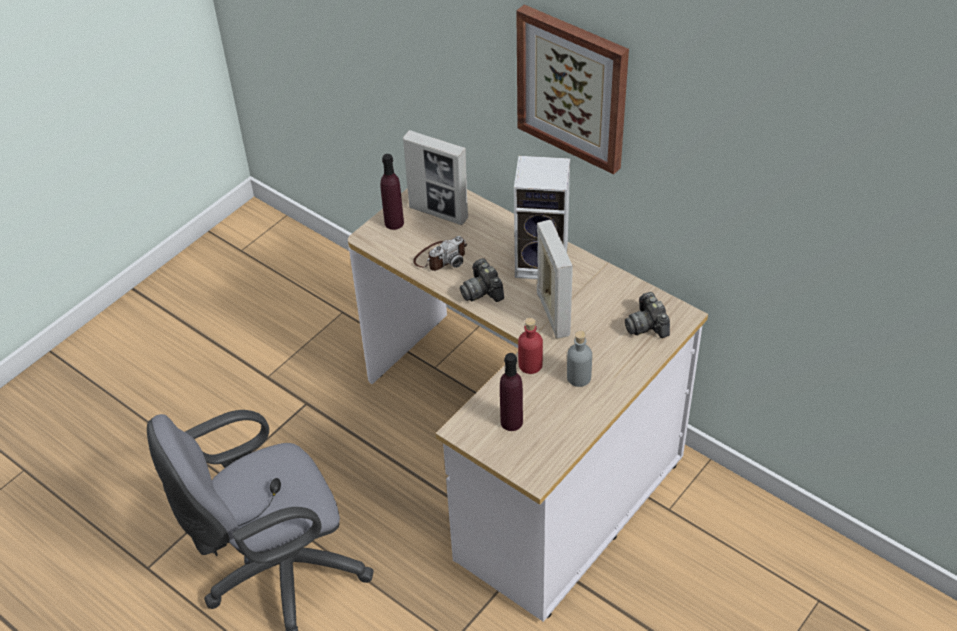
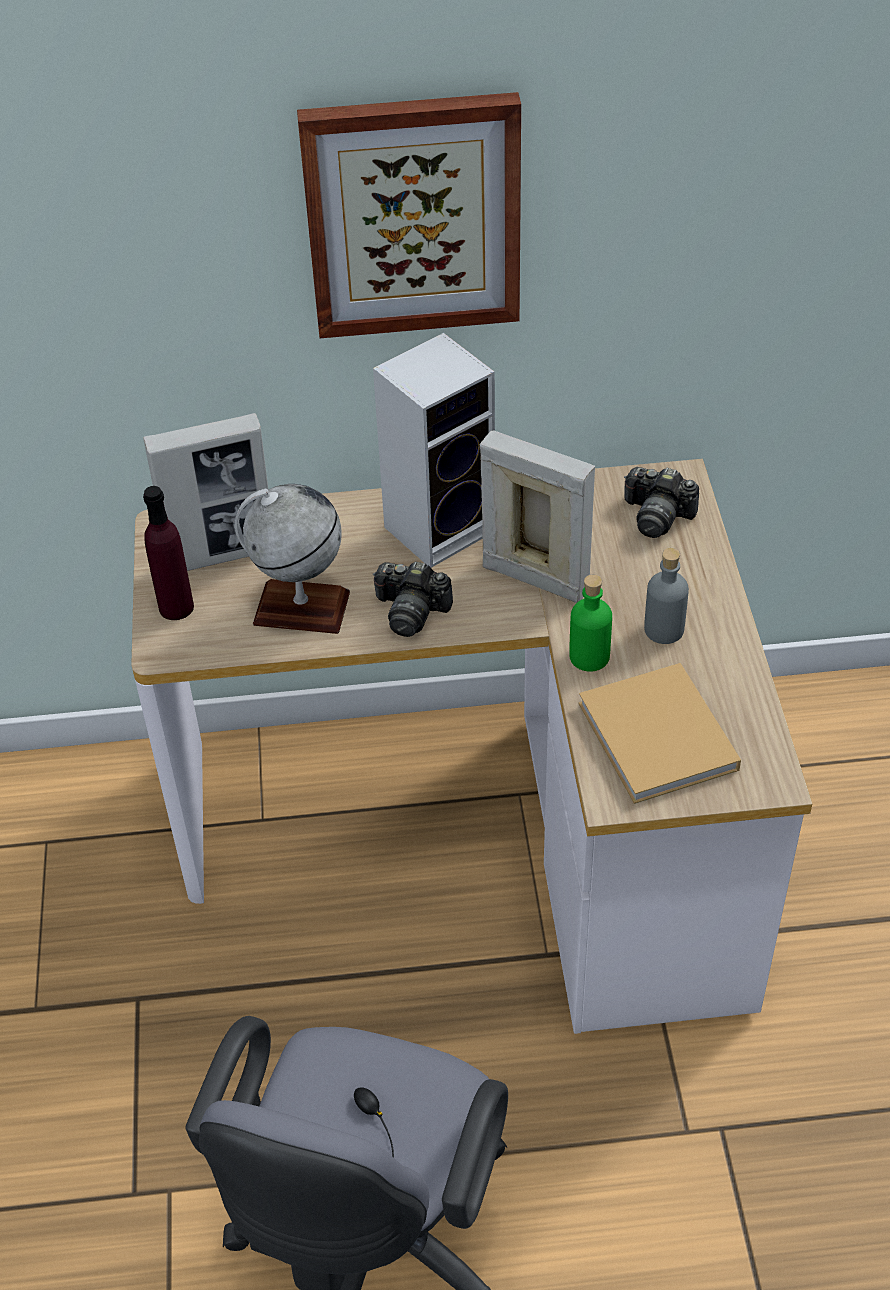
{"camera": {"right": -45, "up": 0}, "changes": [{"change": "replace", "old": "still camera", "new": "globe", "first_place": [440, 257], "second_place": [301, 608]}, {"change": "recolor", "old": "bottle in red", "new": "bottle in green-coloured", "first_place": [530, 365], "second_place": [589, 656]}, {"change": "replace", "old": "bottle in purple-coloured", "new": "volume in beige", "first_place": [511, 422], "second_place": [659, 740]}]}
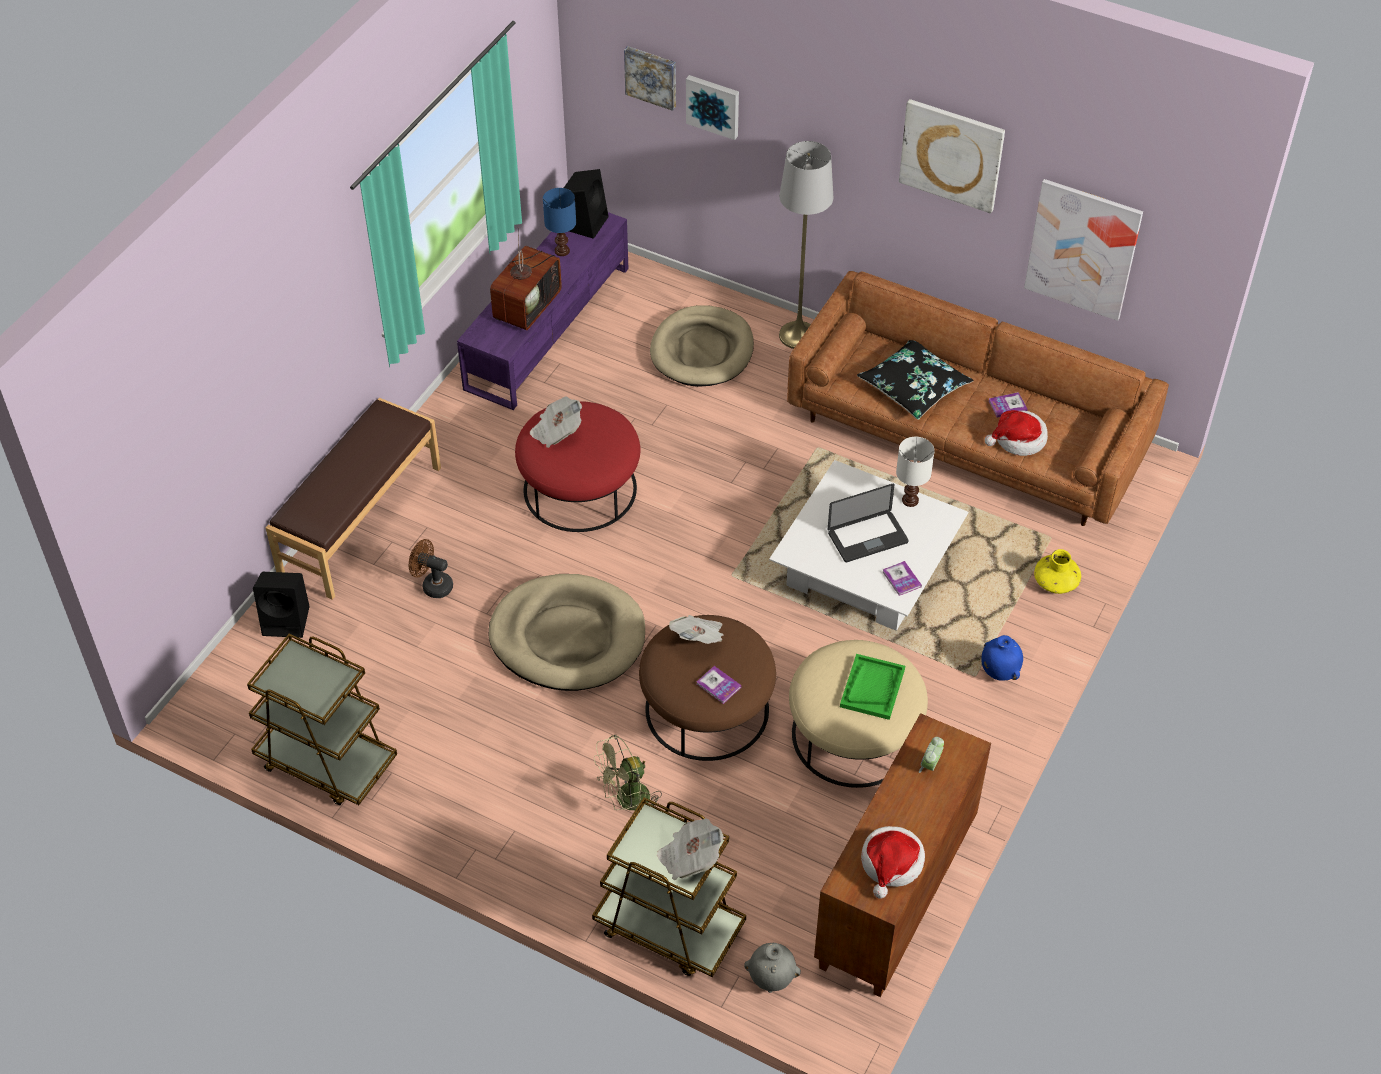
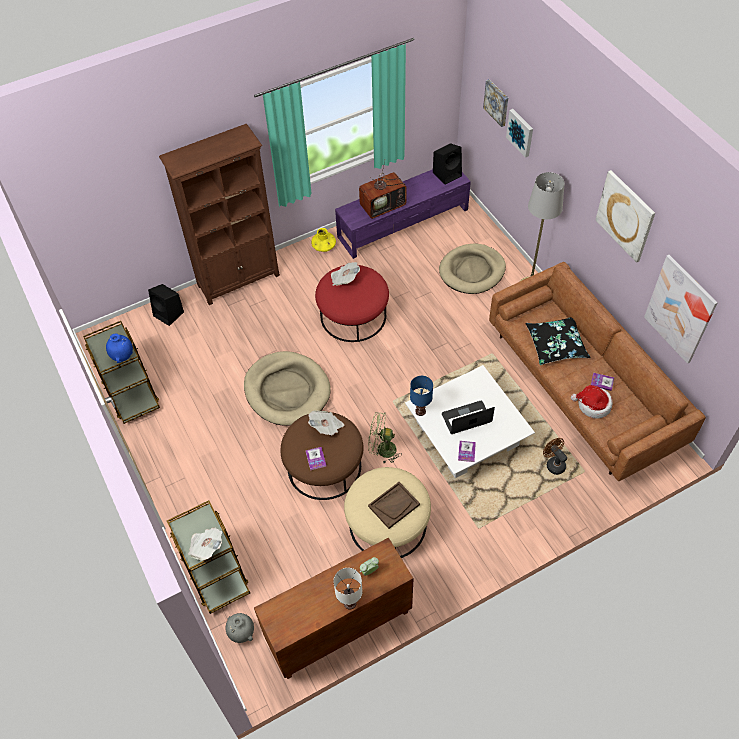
{"camera": {"right": 35, "up": 5}, "changes": [{"change": "move", "old": "flower vase in blue-coloured", "first_place": [999, 672], "second_place": [122, 356]}, {"change": "replace", "old": "long seat in brownish", "new": "bookshelf in brownish", "first_place": [359, 520], "second_place": [239, 280]}, {"change": "move", "old": "flower vase in yellowish", "first_place": [1056, 582], "second_place": [324, 246]}, {"change": "move", "old": "lamp for a table in white-coloured", "first_place": [909, 500], "second_place": [349, 602]}, {"change": "move", "old": "electric fan in green-coloured", "first_place": [626, 801], "second_place": [382, 450]}, {"change": "recolor", "old": "carrying tray in green-coloured", "new": "carrying tray in brownish", "first_place": [872, 688], "second_place": [394, 505]}, {"change": "move", "old": "lamp for a table in blue-coloured", "first_place": [561, 251], "second_place": [420, 411]}, {"change": "rotate", "old": "notebook computer", "first_place": [867, 538], "second_place": [466, 418], "degrees": 150}, {"change": "move", "old": "electric fan in brownish", "first_place": [433, 585], "second_place": [553, 464]}, {"change": "delete", "old": "wearable hat", "first_place": [891, 864]}]}
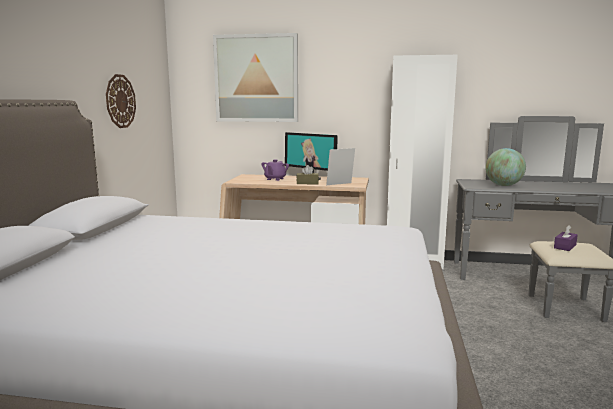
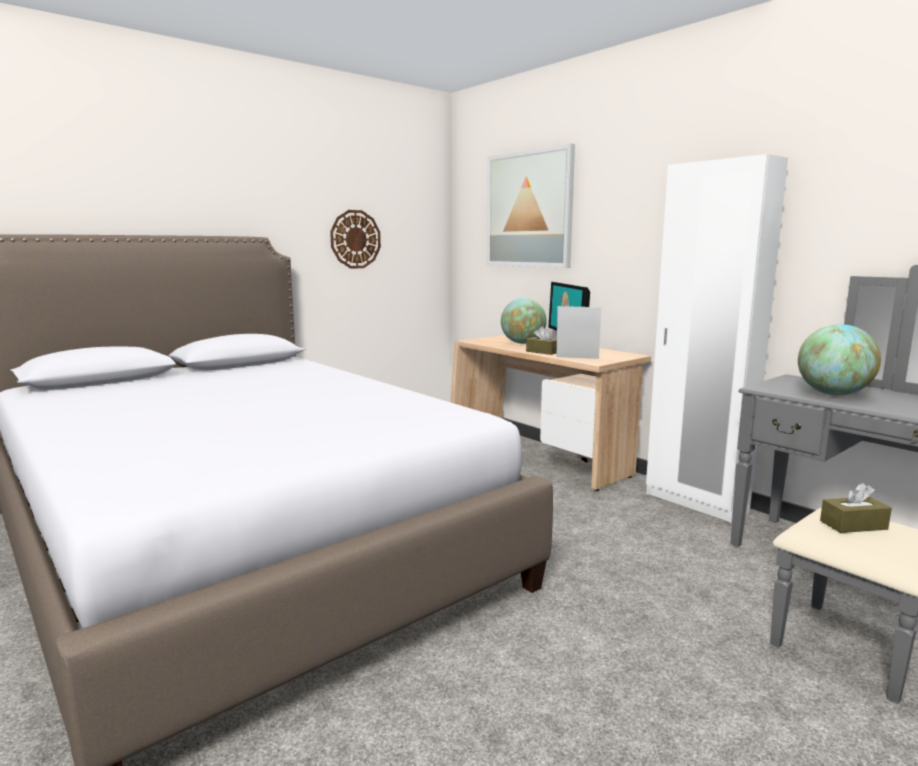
{"camera": {"right": 40, "up": 0}, "changes": [{"change": "replace", "old": "pot for tea in purple-coloured", "new": "globe", "first_place": [275, 179], "second_place": [523, 343]}, {"change": "recolor", "old": "tissue holder in purple-coloured", "new": "tissue holder in brownish", "first_place": [565, 246], "second_place": [853, 525]}]}
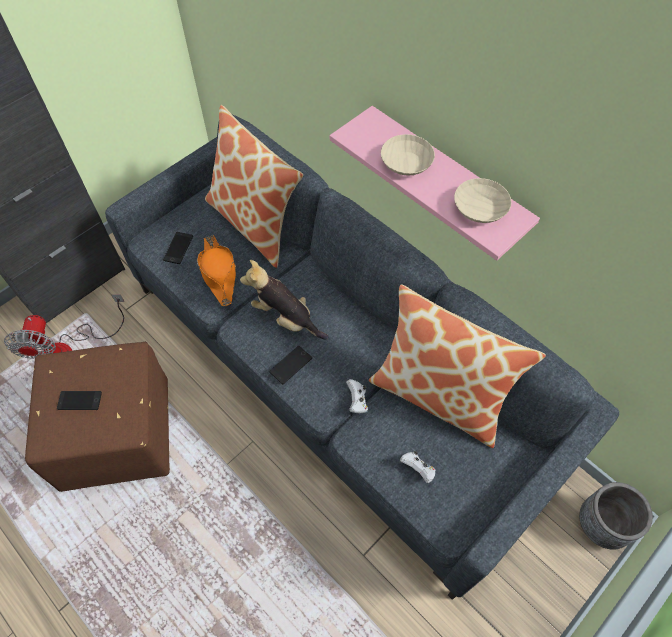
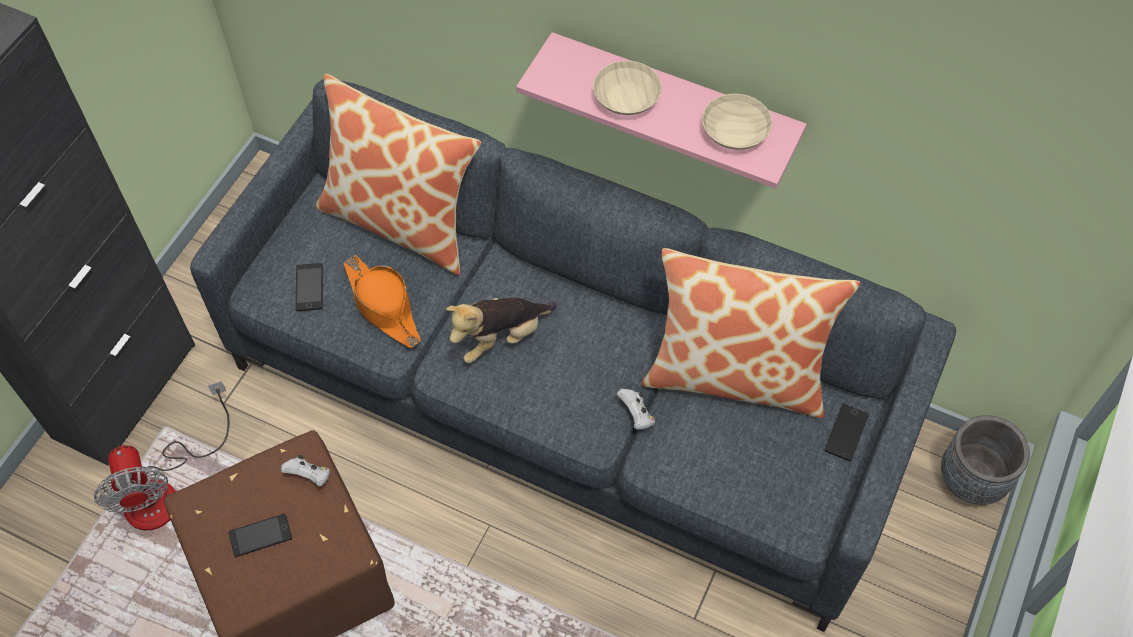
{"camera": {"right": -20, "up": 0}, "changes": [{"change": "move", "old": "game controller in white-coloured", "first_place": [418, 469], "second_place": [309, 476]}, {"change": "rotate", "old": "cuddly toy", "first_place": [285, 318], "second_place": [500, 337], "degrees": -45}, {"change": "move", "old": "telephone", "first_place": [291, 365], "second_place": [846, 432]}]}
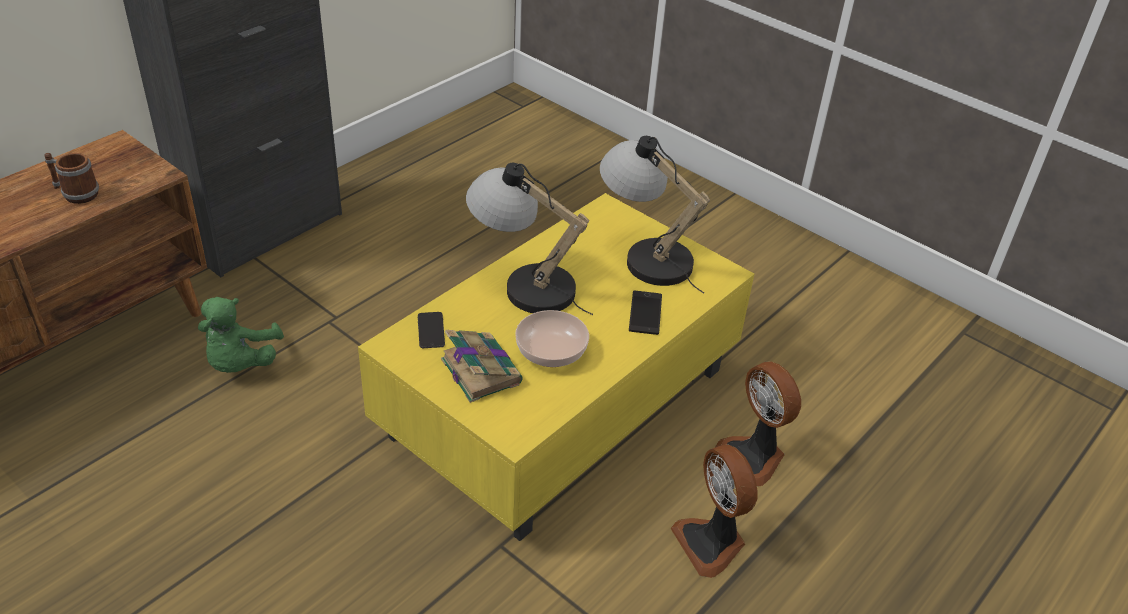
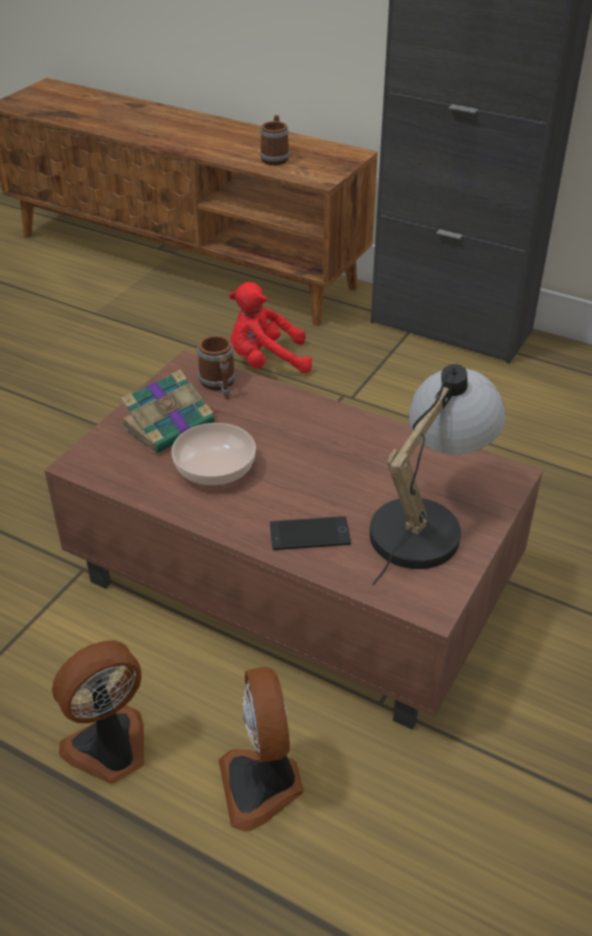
{"camera": {"right": 80, "up": 0}, "changes": [{"change": "recolor", "old": "coffee table in yellowish", "new": "coffee table in brownish", "first_place": [557, 403], "second_place": [291, 578]}, {"change": "replace", "old": "telephone", "new": "coffee mug", "first_place": [431, 331], "second_place": [219, 385]}, {"change": "rotate", "old": "electric fan", "first_place": [754, 456], "second_place": [262, 785], "degrees": -60}, {"change": "recolor", "old": "cuddly toy in green-coloured", "new": "cuddly toy in red", "first_place": [240, 363], "second_place": [266, 362]}, {"change": "delete", "old": "lamp for a table", "first_place": [524, 284]}]}
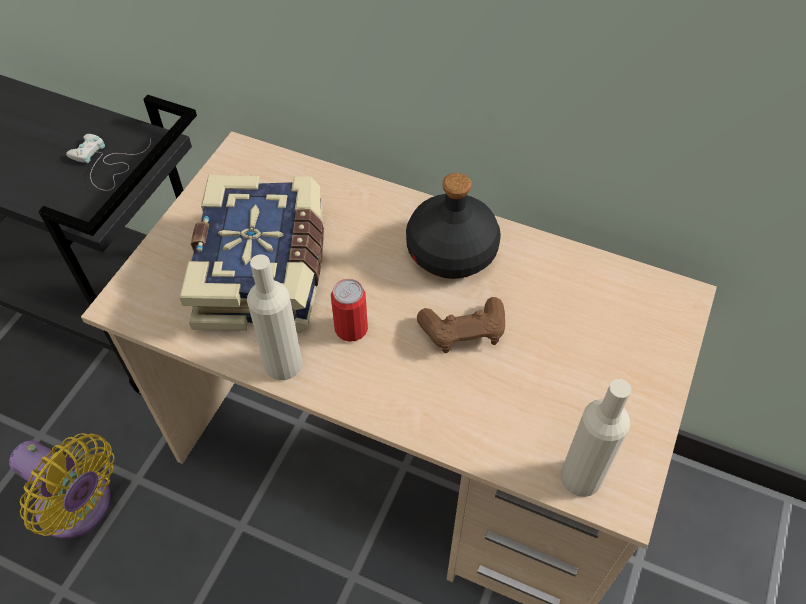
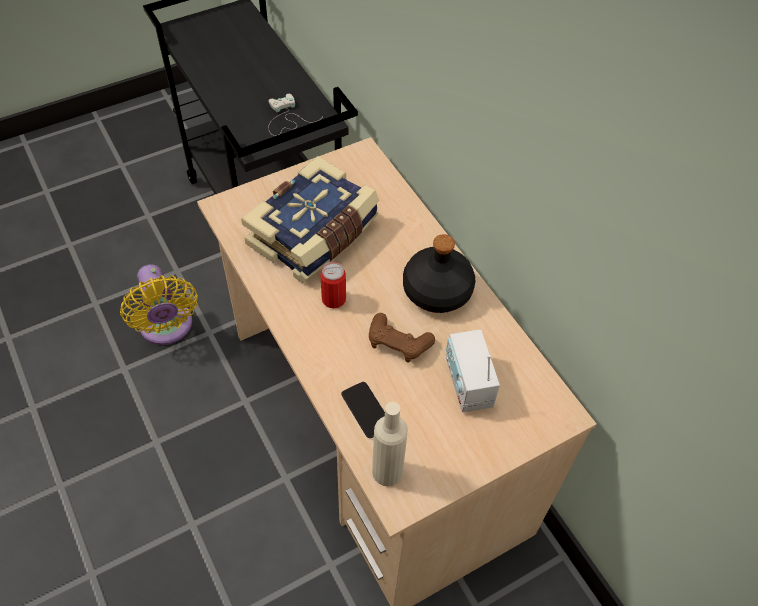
{"camera": {"right": 35, "up": 0}, "changes": [{"change": "insert", "new": "telephone", "second_place": [366, 410]}, {"change": "insert", "new": "radio", "second_place": [467, 383]}, {"change": "delete", "old": "bottle in beige", "first_place": [283, 364]}]}
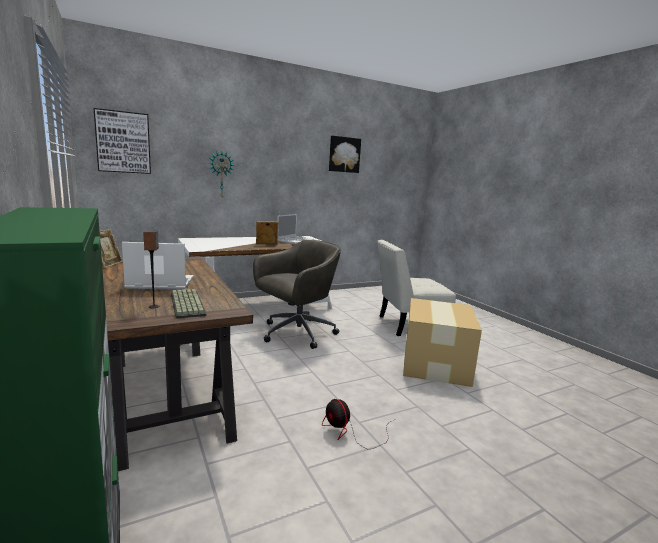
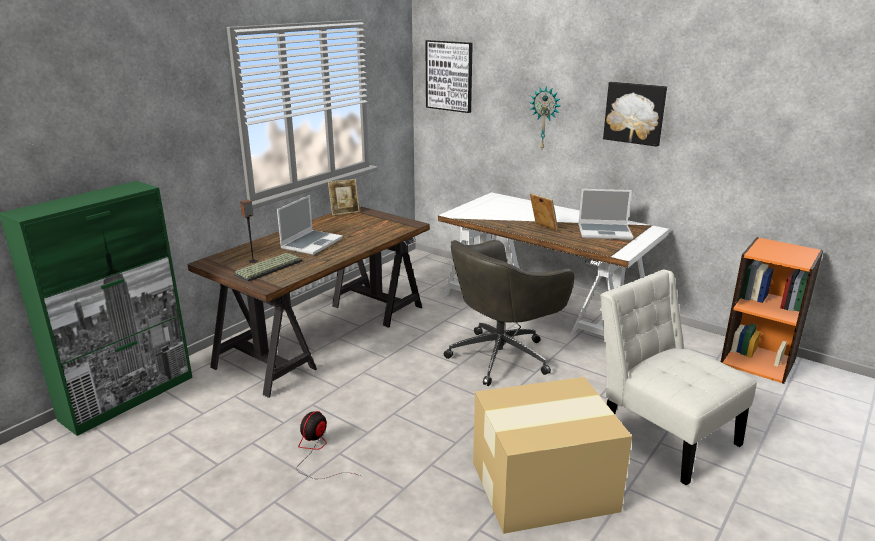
{"camera": {"right": 65, "up": 10}, "changes": [{"change": "rotate", "old": "notebook computer", "first_place": [159, 283], "second_place": [311, 243], "degrees": 60}, {"change": "rotate", "old": "computer chair in greyish", "first_place": [296, 333], "second_place": [502, 356], "degrees": 120}, {"change": "move", "old": "wall picture", "first_place": [344, 154], "second_place": [635, 113]}, {"change": "insert", "new": "bookshelf in orangey", "second_place": [758, 361]}]}
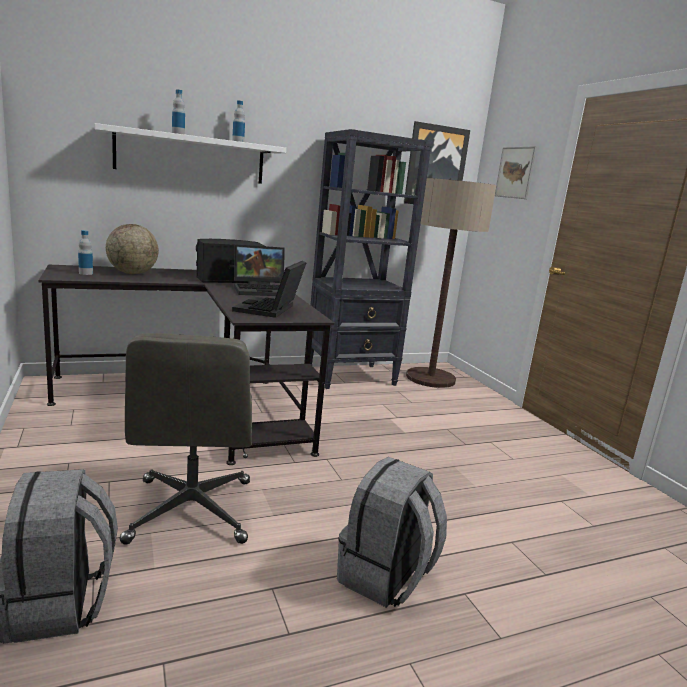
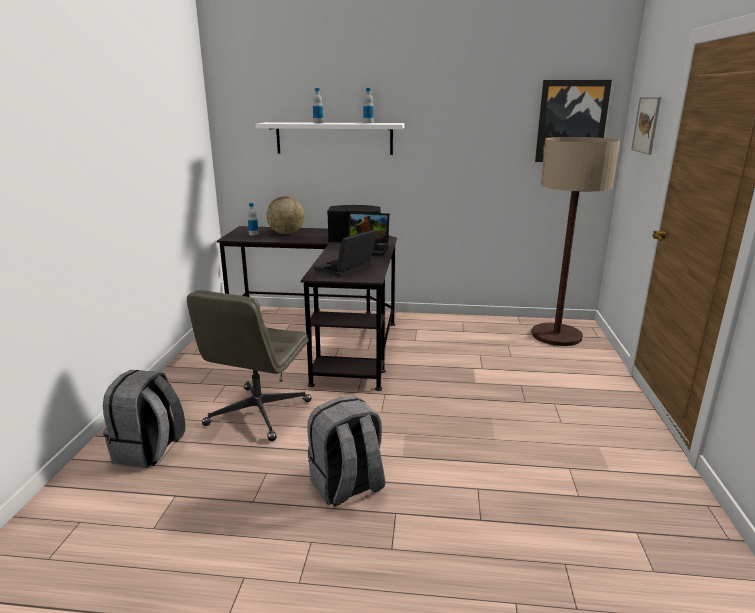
{"camera": {"right": 30, "up": 5}, "changes": [{"change": "delete", "old": "bookshelf in black-coloured", "first_place": [351, 376]}]}
